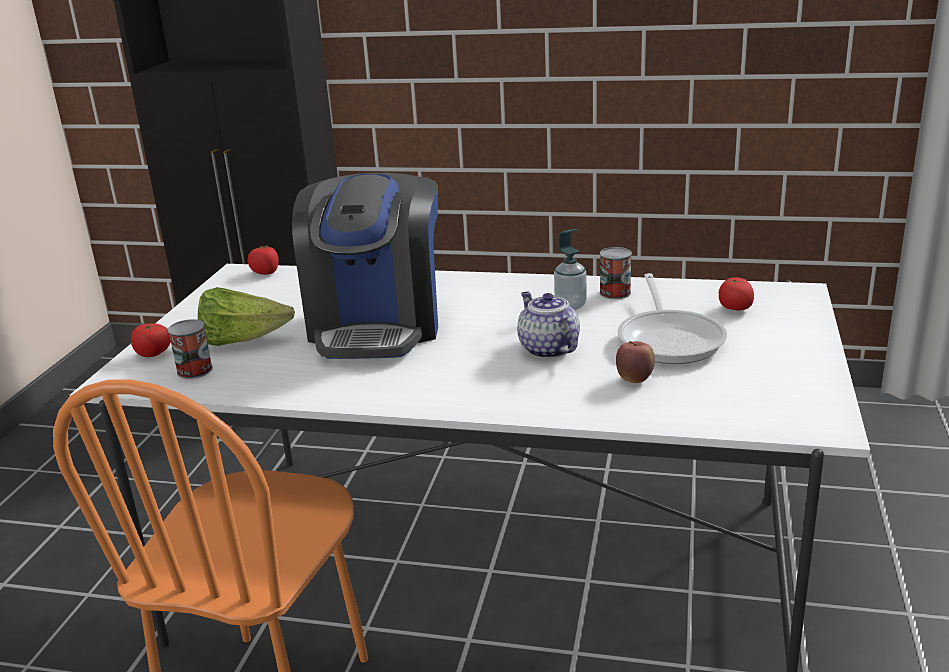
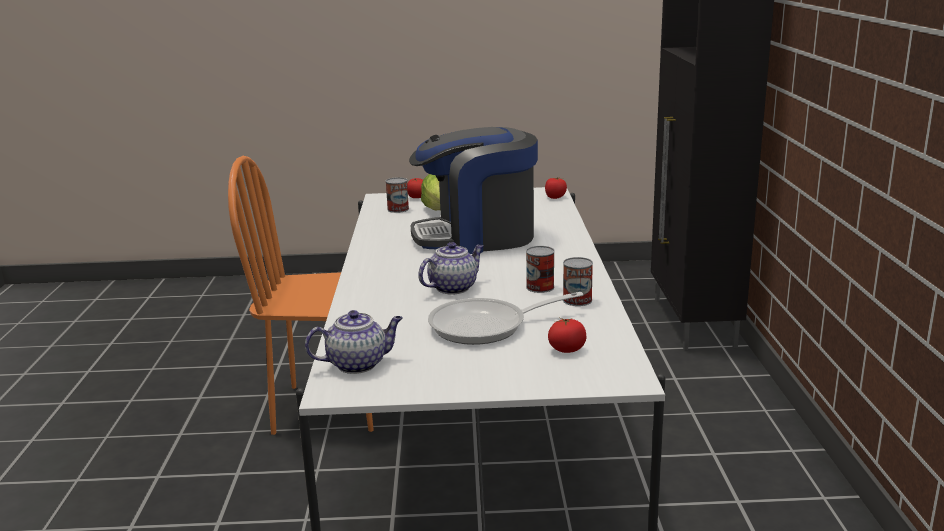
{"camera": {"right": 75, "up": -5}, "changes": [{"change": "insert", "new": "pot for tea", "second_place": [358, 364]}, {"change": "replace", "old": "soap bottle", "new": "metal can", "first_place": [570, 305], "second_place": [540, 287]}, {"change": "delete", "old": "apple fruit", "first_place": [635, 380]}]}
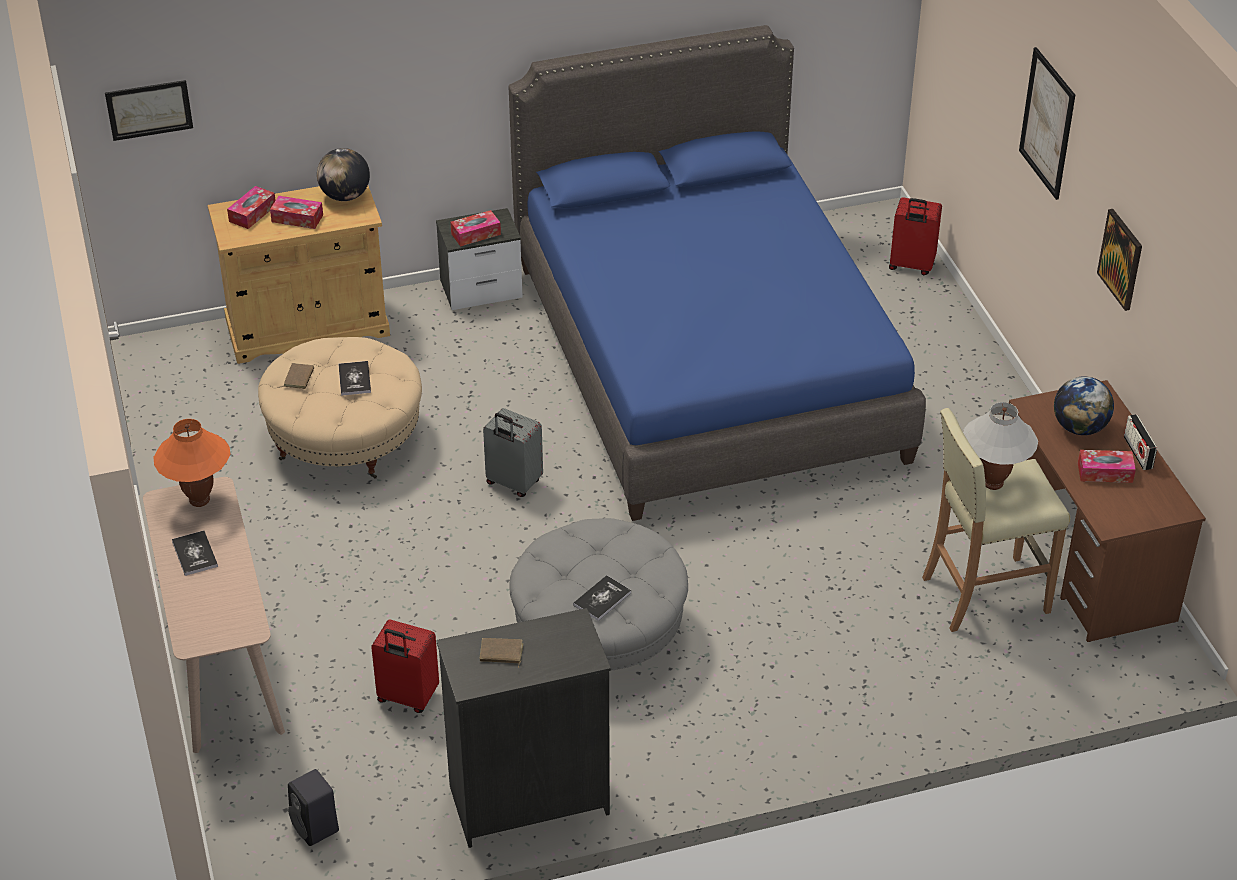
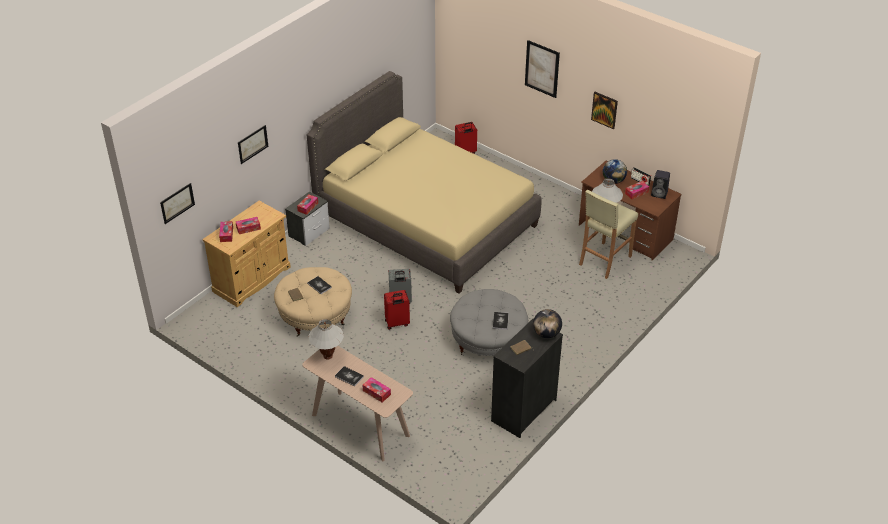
{"camera": {"right": -35, "up": 0}, "changes": [{"change": "insert", "new": "wall picture", "second_place": [252, 144]}, {"change": "recolor", "old": "sleeping bed in blue-coloured", "new": "sleeping bed in beige", "first_place": [706, 361], "second_place": [426, 221]}, {"change": "recolor", "old": "lamp for a table in orangey", "new": "lamp for a table in white-coloured", "first_place": [200, 500], "second_place": [328, 356]}, {"change": "insert", "new": "tissue holder", "second_place": [376, 392]}, {"change": "move", "old": "piece of luggage in red", "first_place": [407, 698], "second_place": [397, 323]}, {"change": "move", "old": "globe", "first_place": [345, 196], "second_place": [546, 334]}, {"change": "move", "old": "speaker in black-coloured", "first_place": [316, 828], "second_place": [660, 194]}]}
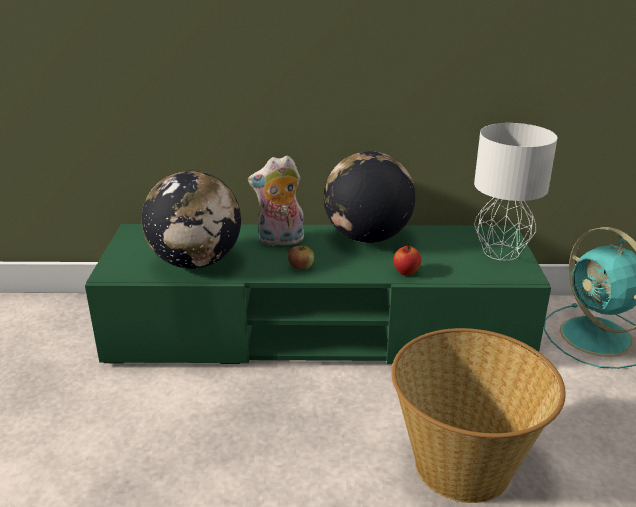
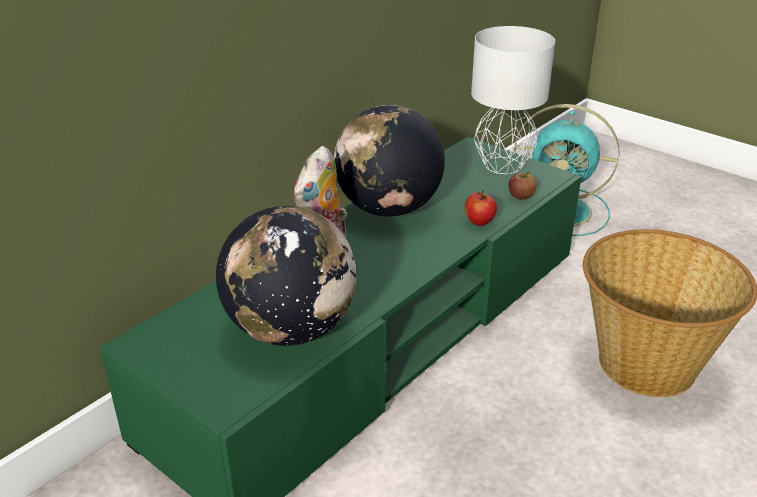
{"camera": {"right": -50, "up": 5}, "changes": [{"change": "move", "old": "apple fruit", "first_place": [301, 267], "second_place": [521, 196]}]}
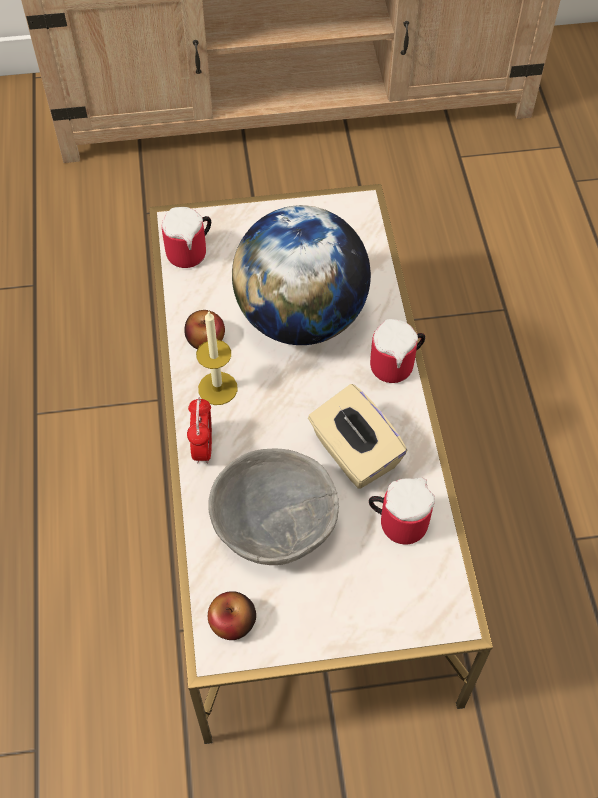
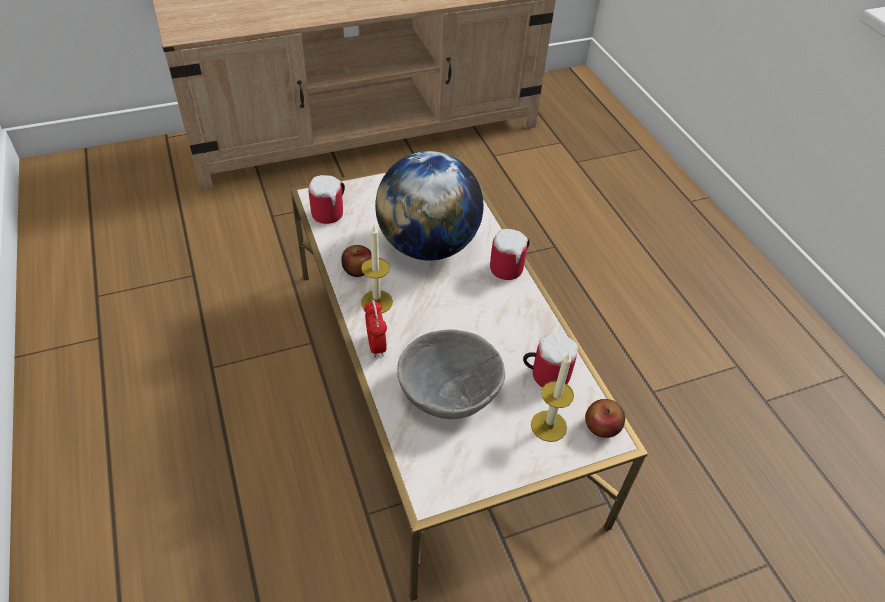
{"camera": {"right": -15, "up": -10}, "changes": [{"change": "insert", "new": "wax light", "second_place": [548, 426]}, {"change": "move", "old": "apple fruit", "first_place": [232, 622], "second_place": [602, 426]}, {"change": "delete", "old": "tissue holder in beige", "first_place": [354, 453]}]}
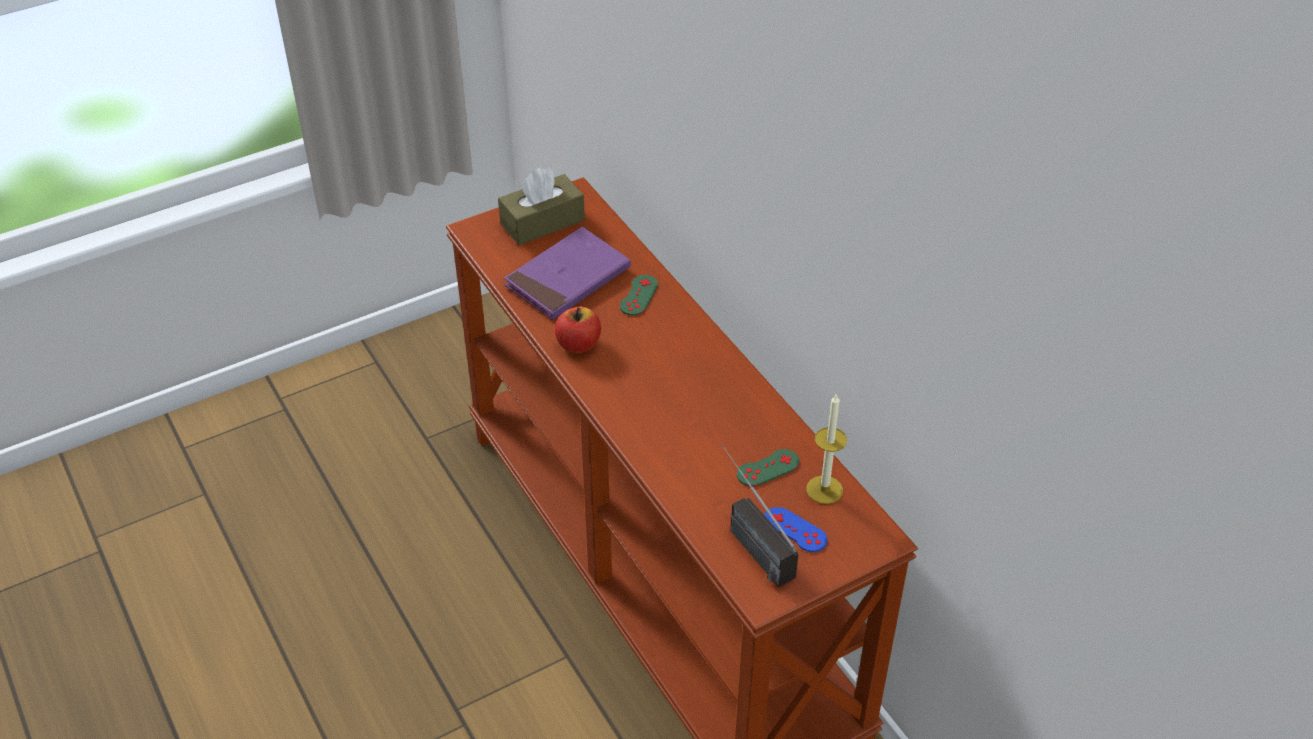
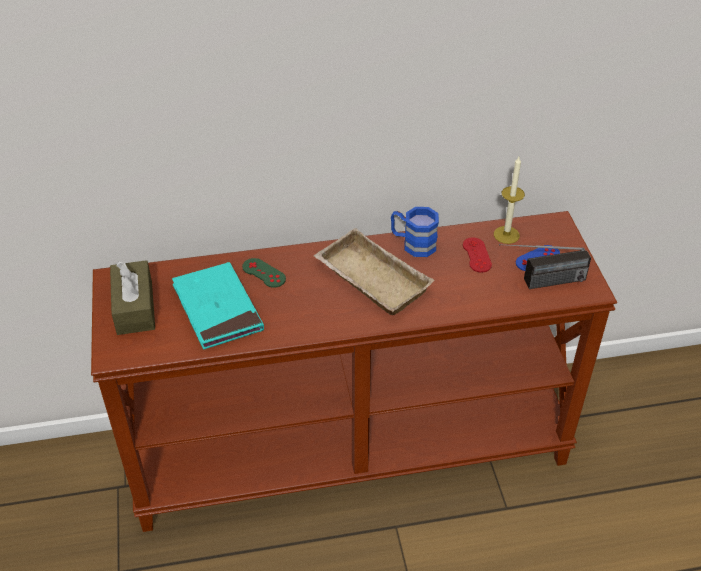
{"camera": {"right": -70, "up": 0}, "changes": [{"change": "recolor", "old": "volume in purple-coloured", "new": "volume in blue-green", "first_place": [568, 278], "second_place": [217, 308]}, {"change": "insert", "new": "carrying tray in beige", "second_place": [369, 279]}, {"change": "insert", "new": "coffee mug in blue-coloured", "second_place": [413, 244]}, {"change": "recolor", "old": "game controller in green-coloured", "new": "game controller in red", "first_place": [768, 468], "second_place": [477, 255]}, {"change": "delete", "old": "apple fruit", "first_place": [579, 344]}]}
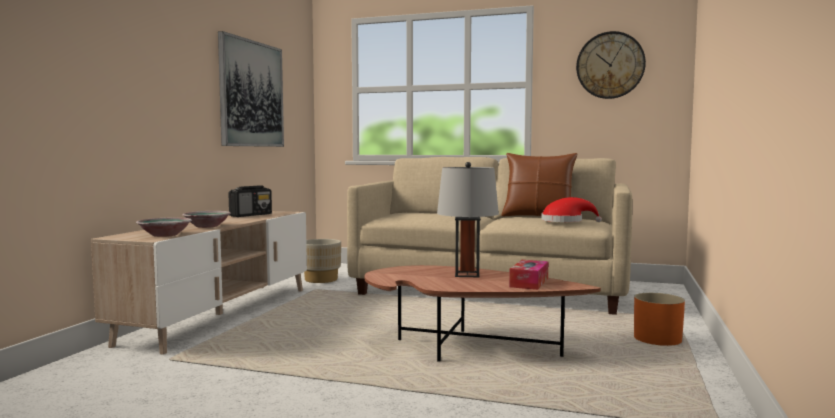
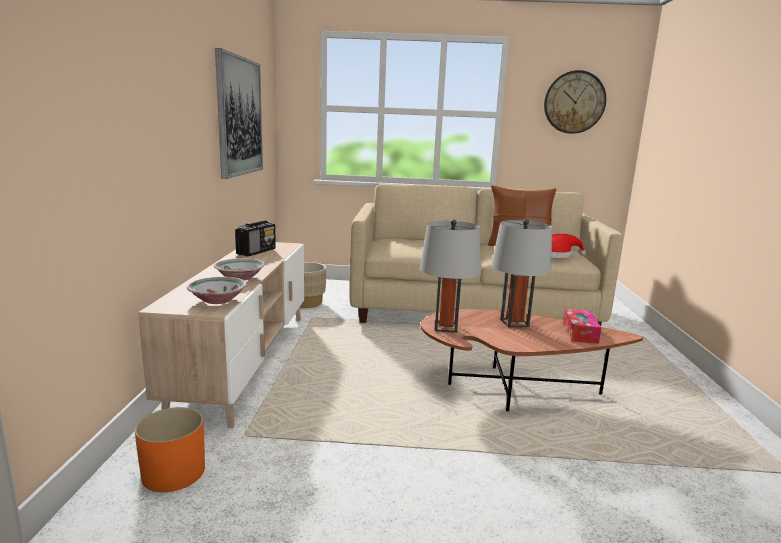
{"camera": {"right": -15, "up": 10}, "changes": [{"change": "move", "old": "plant pot in orangey", "first_place": [658, 339], "second_place": [174, 472]}, {"change": "insert", "new": "lamp for a table in greyish", "second_place": [446, 327]}]}
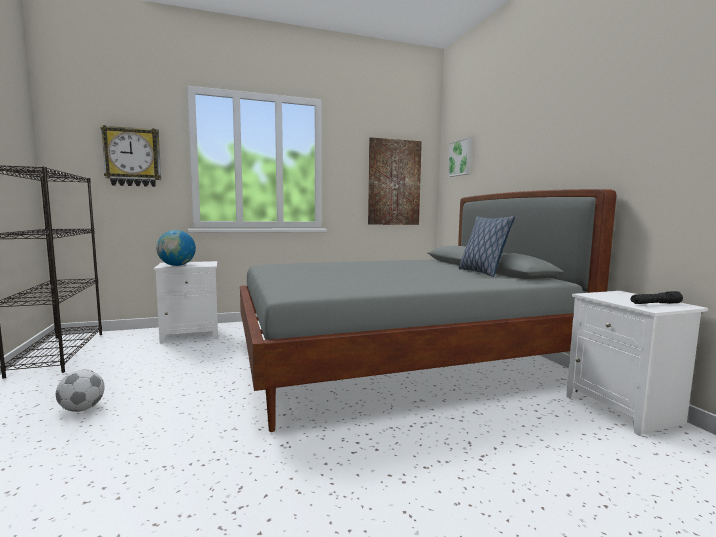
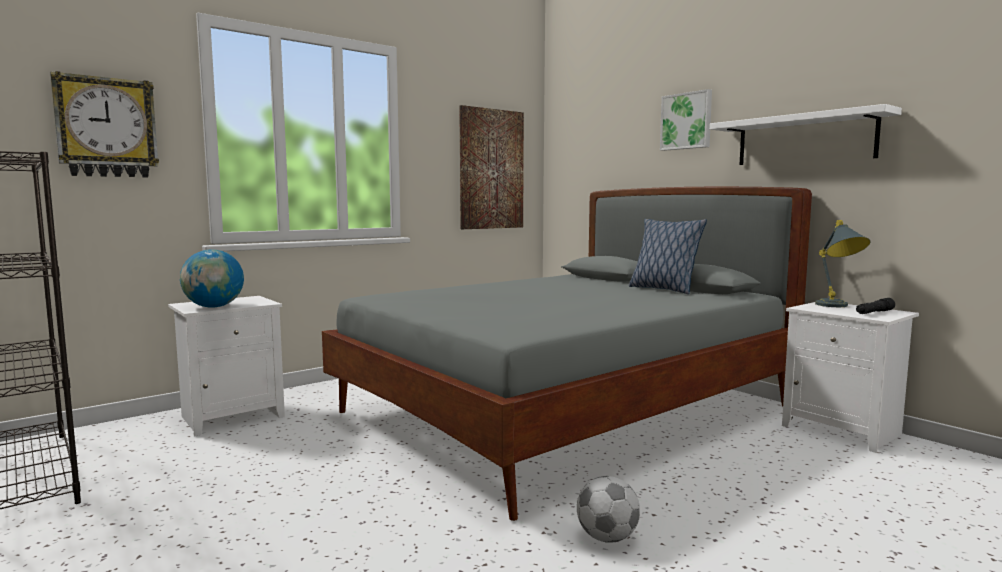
{"camera": {"right": -20, "up": 0}, "changes": [{"change": "move", "old": "football", "first_place": [82, 409], "second_place": [607, 537]}, {"change": "move", "old": "wall picture", "first_place": [461, 158], "second_place": [686, 121]}, {"change": "insert", "new": "bracket shelf in white-coloured", "second_place": [804, 139]}, {"change": "insert", "new": "lamp for a table in greyish", "second_place": [837, 306]}]}
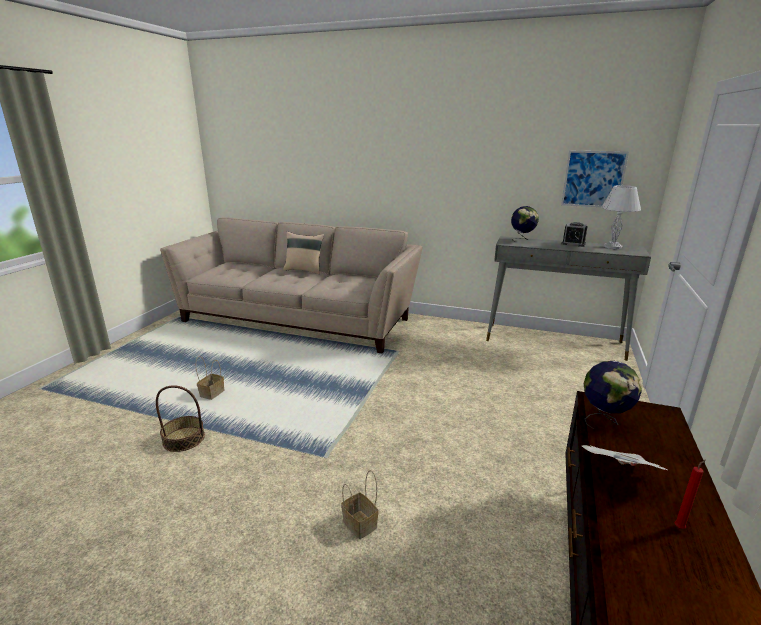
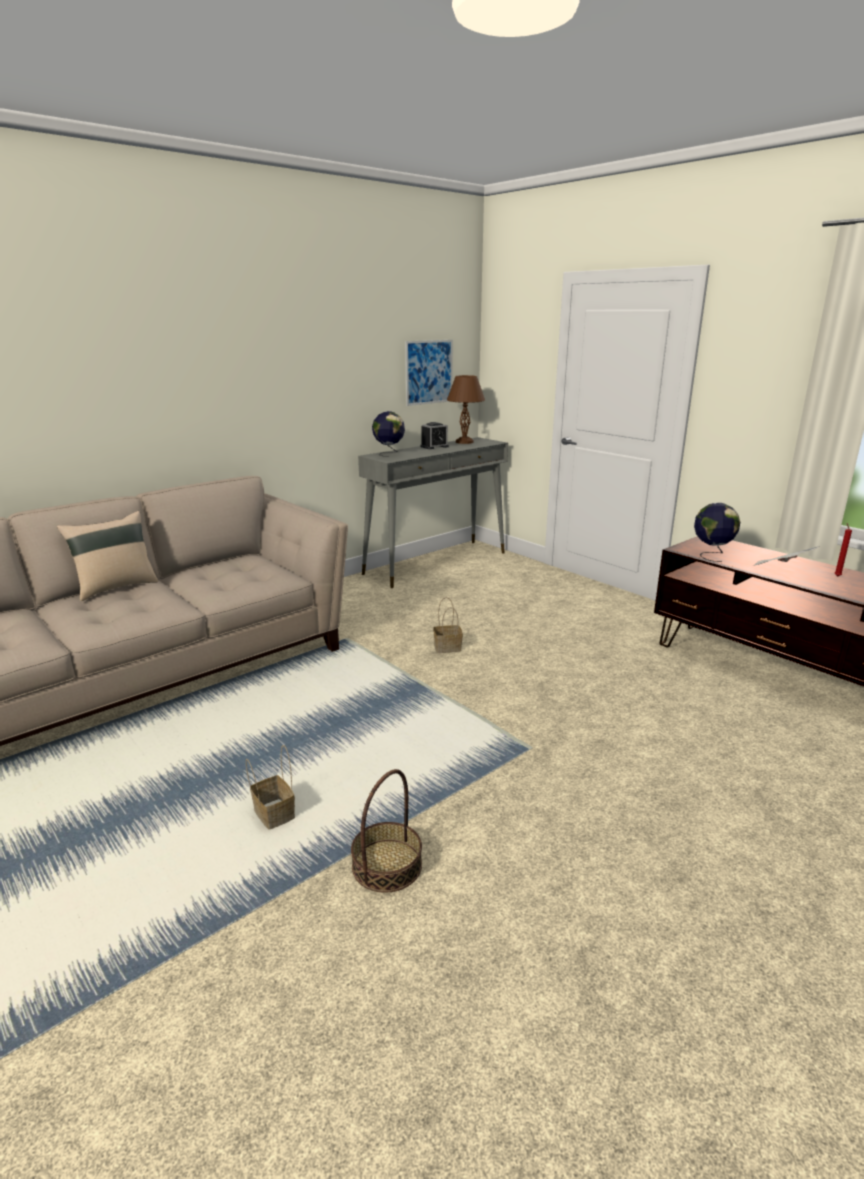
{"camera": {"right": -60, "up": 0}, "changes": [{"change": "move", "old": "household basket", "first_place": [361, 524], "second_place": [448, 647]}, {"change": "recolor", "old": "lamp for a table in white-coloured", "new": "lamp for a table in brownish", "first_place": [613, 247], "second_place": [465, 442]}]}
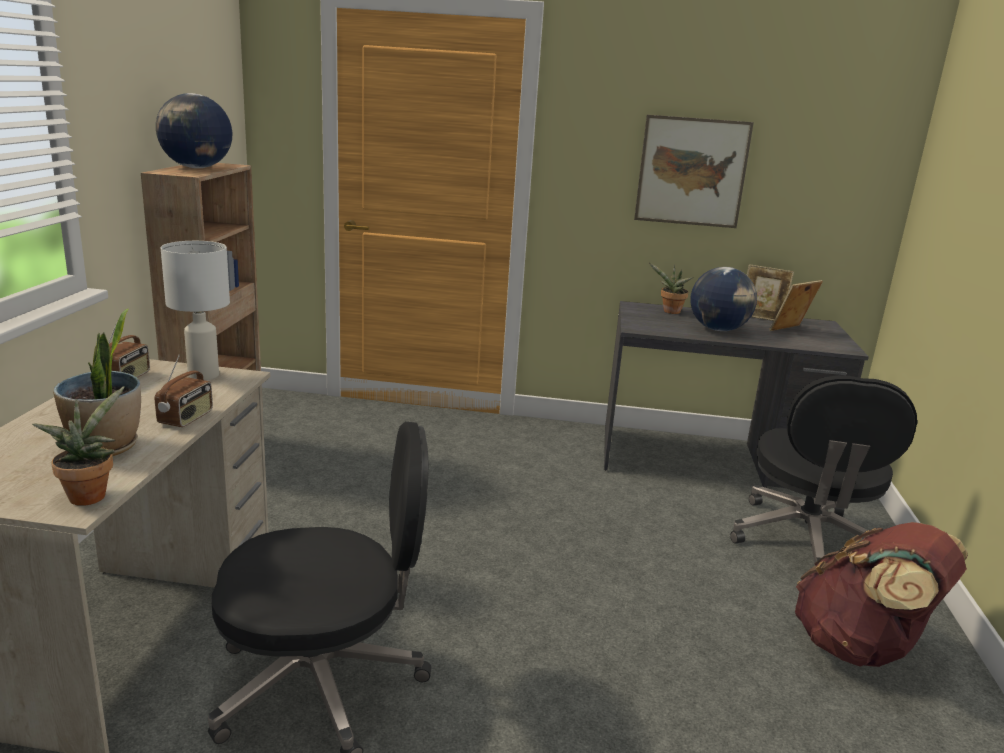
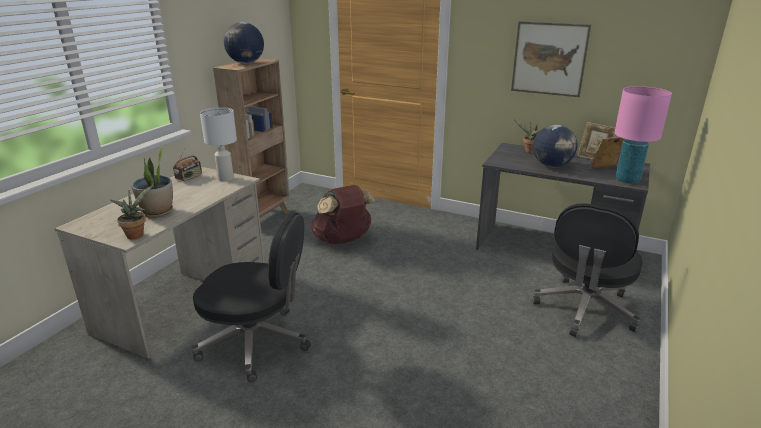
{"camera": {"right": 20, "up": 5}, "changes": [{"change": "move", "old": "rucksack in brownish", "first_place": [861, 648], "second_place": [343, 240]}, {"change": "insert", "new": "lamp for a table in pinkish", "second_place": [627, 180]}, {"change": "delete", "old": "radio", "first_place": [186, 418]}]}
